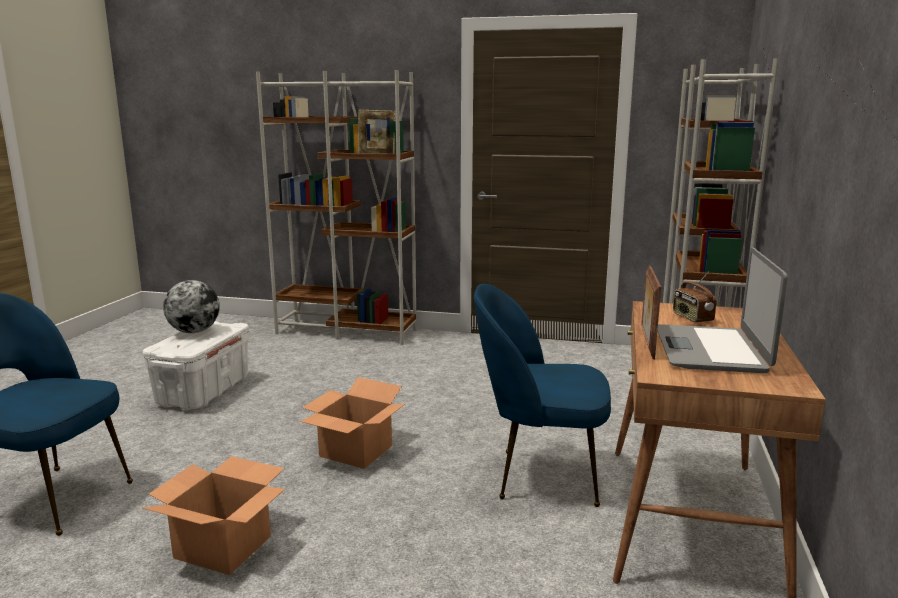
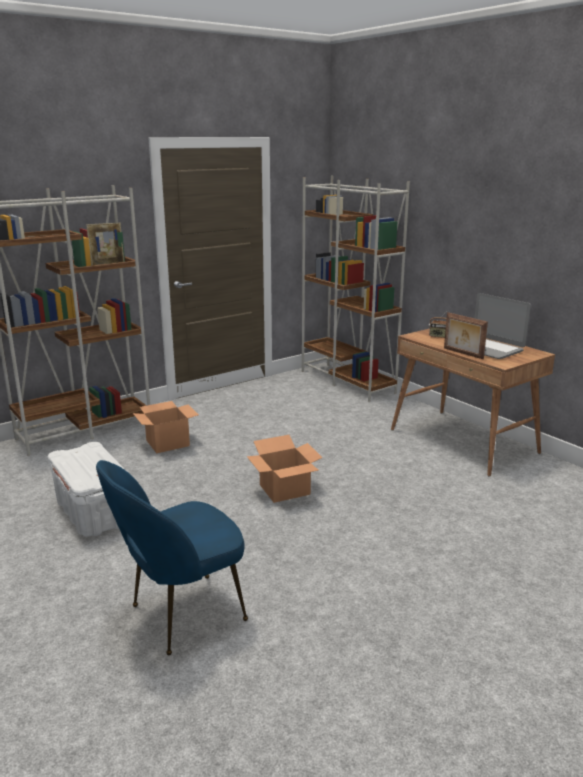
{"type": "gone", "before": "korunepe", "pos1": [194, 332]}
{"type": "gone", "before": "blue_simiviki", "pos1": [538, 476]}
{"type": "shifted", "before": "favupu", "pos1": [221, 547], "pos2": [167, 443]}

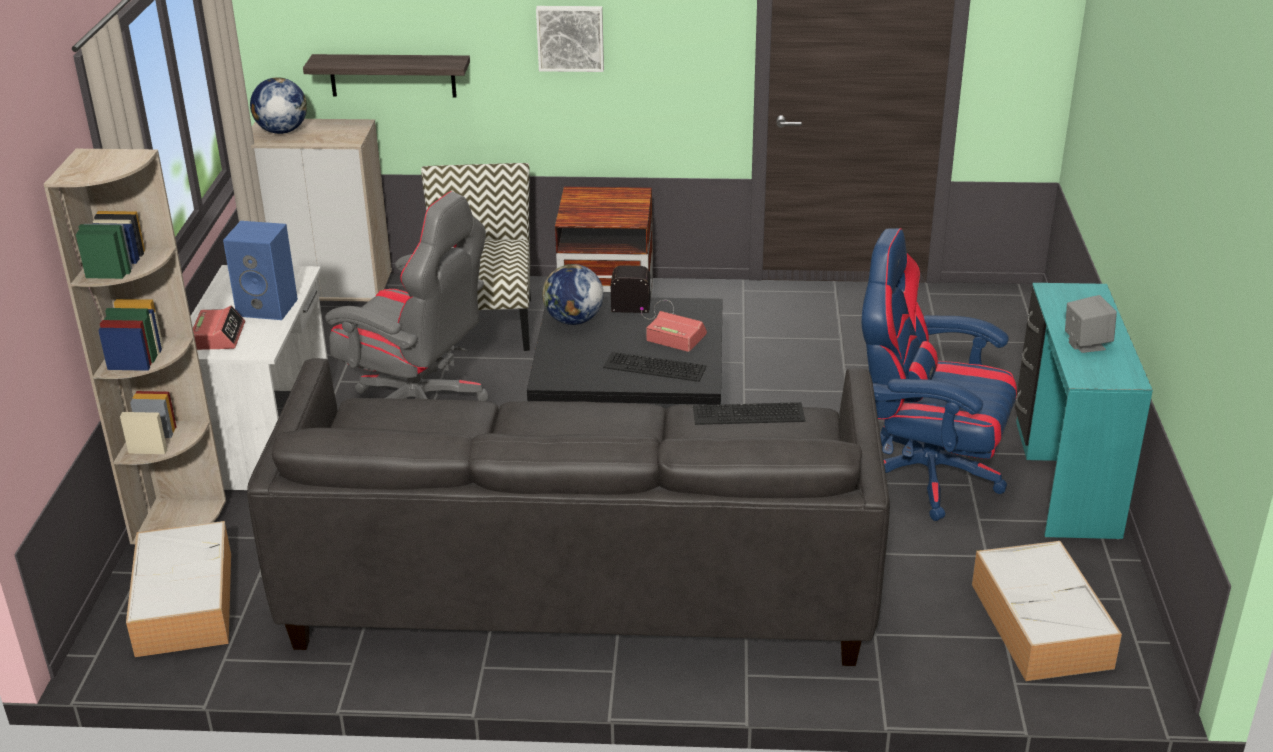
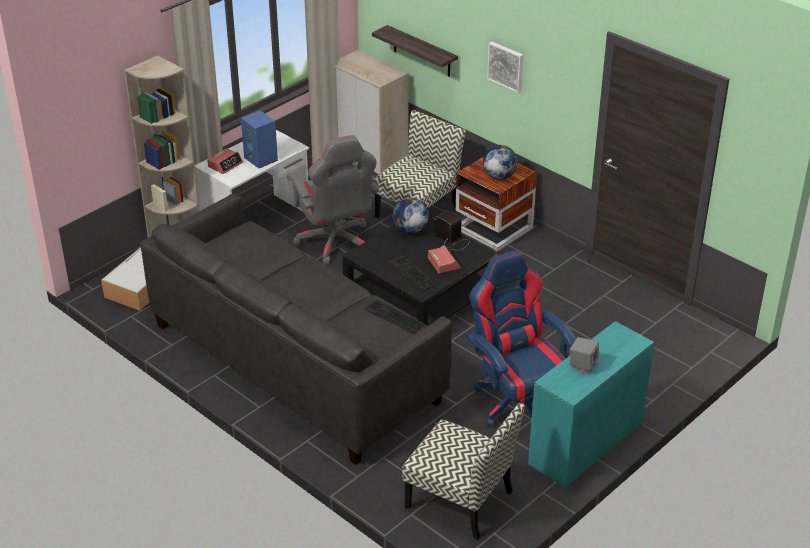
{"type": "shifted", "before": "korunepe", "pos1": [281, 131], "pos2": [499, 176]}
{"type": "swapped", "before": "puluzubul", "after": "simiviki", "pos1": [1042, 627], "pos2": [461, 500]}

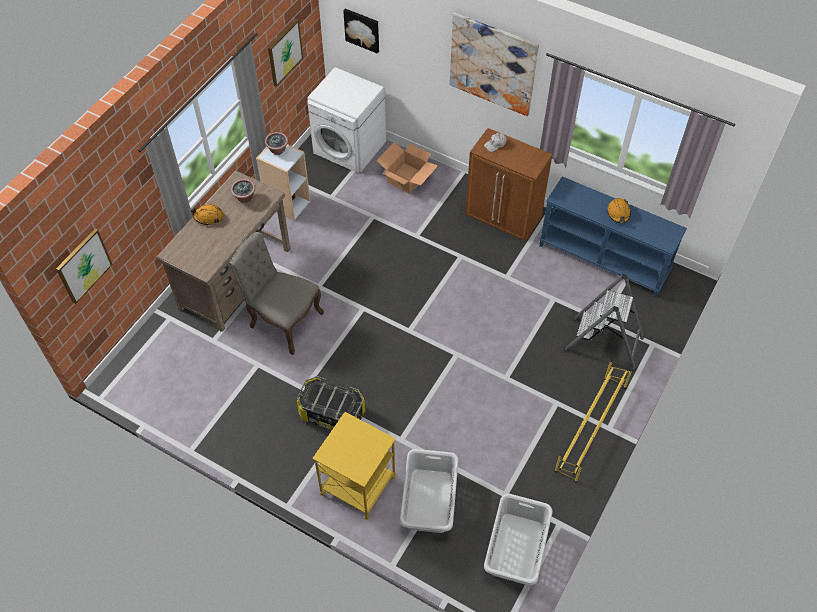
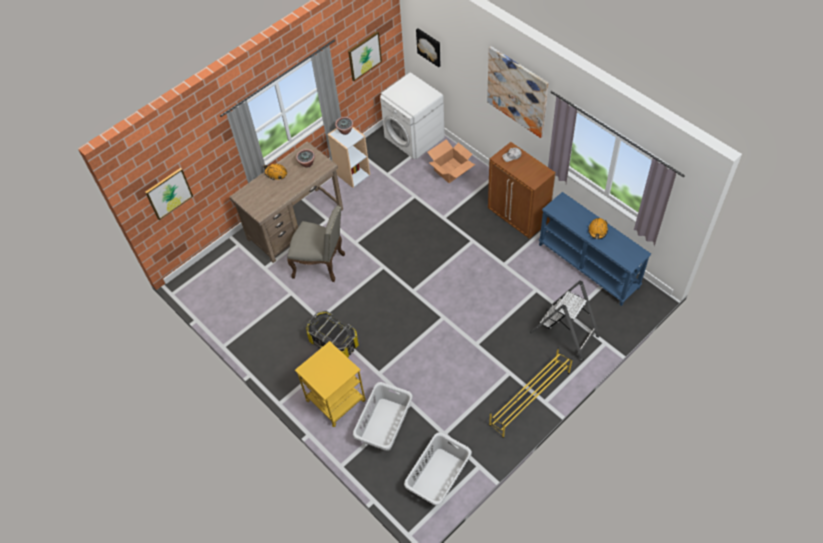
{"type": "rotated", "before": "grey_simiviki", "pos1": [284, 321], "pos2": [320, 264], "turn": 150}

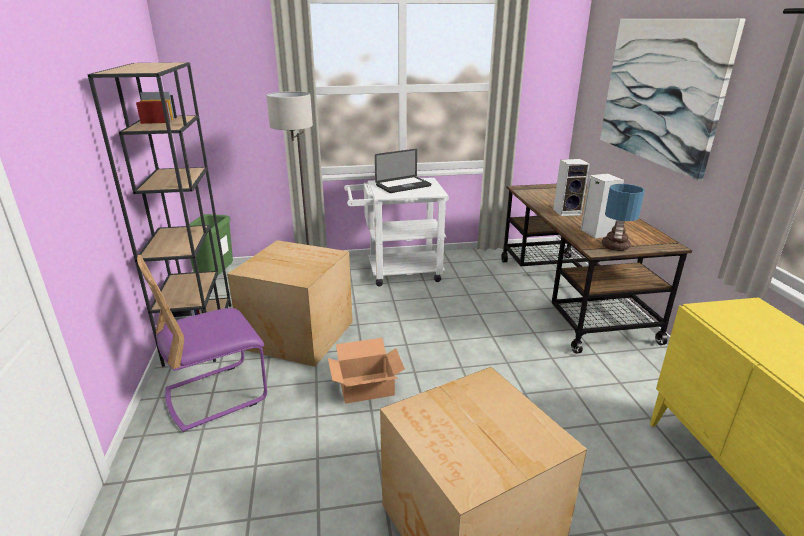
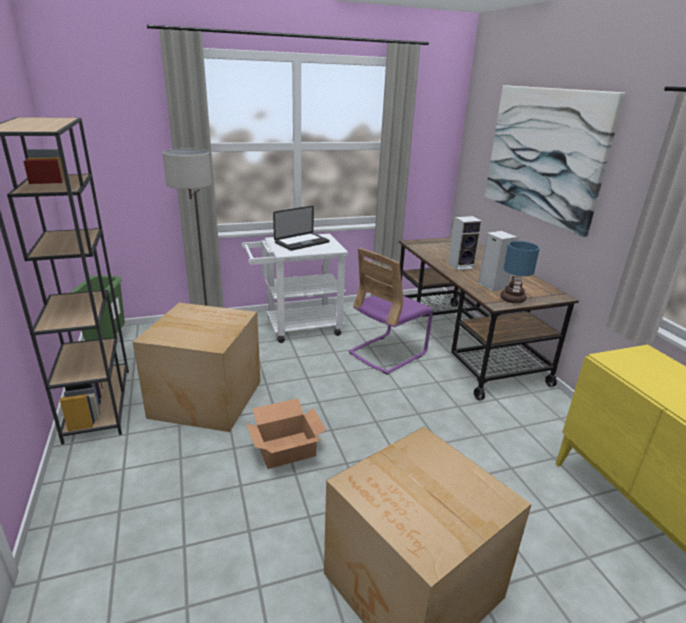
{"type": "shifted", "before": "purple_simiviki", "pos1": [216, 394], "pos2": [387, 353]}

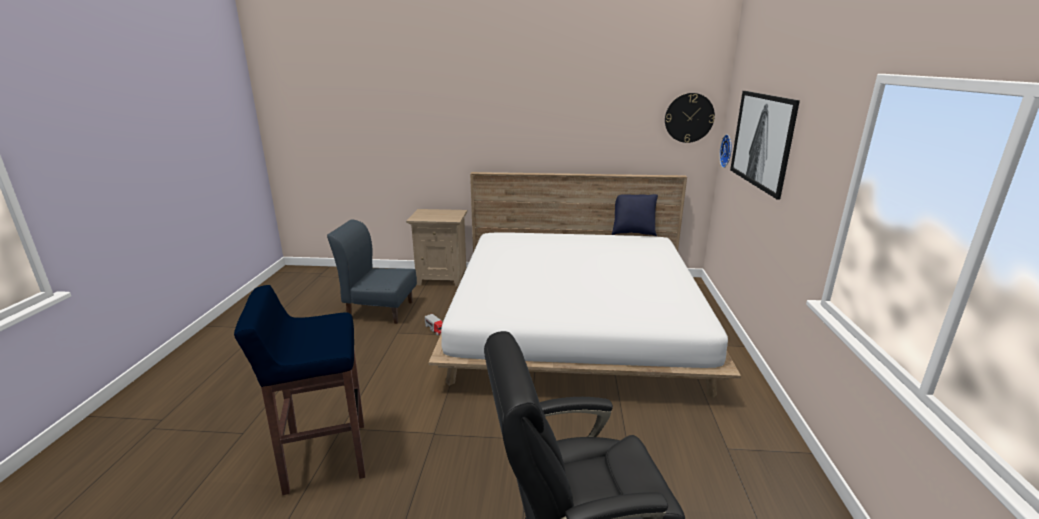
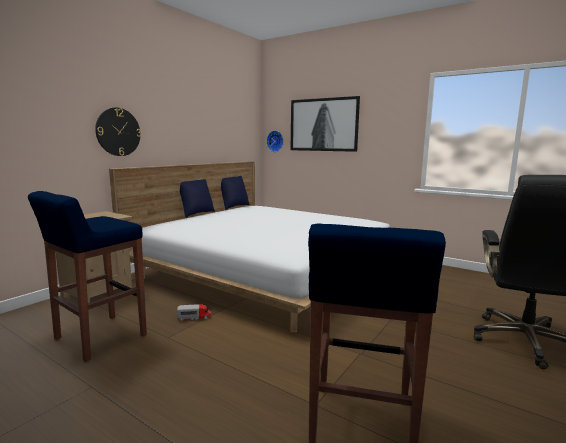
{"type": "new", "after": "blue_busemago", "pos2": [196, 214]}
{"type": "shifted", "before": "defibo", "pos1": [689, 118], "pos2": [118, 132]}
{"type": "swapped", "before": "blue_simiviki", "after": "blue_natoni", "pos1": [380, 310], "pos2": [99, 337]}

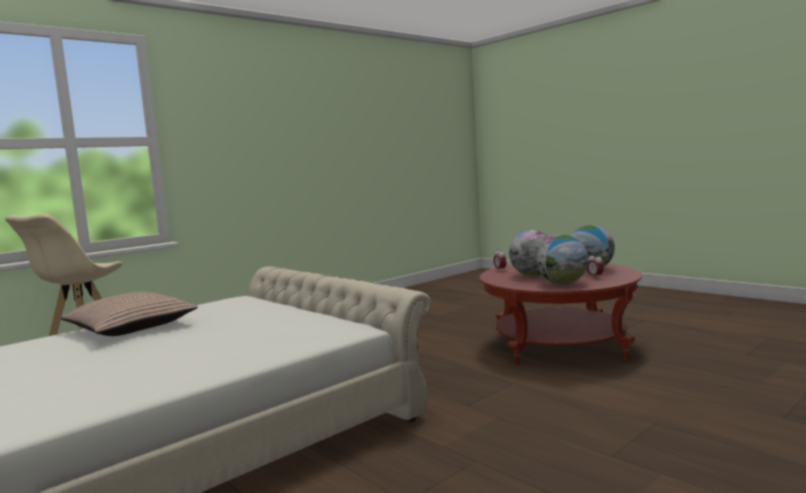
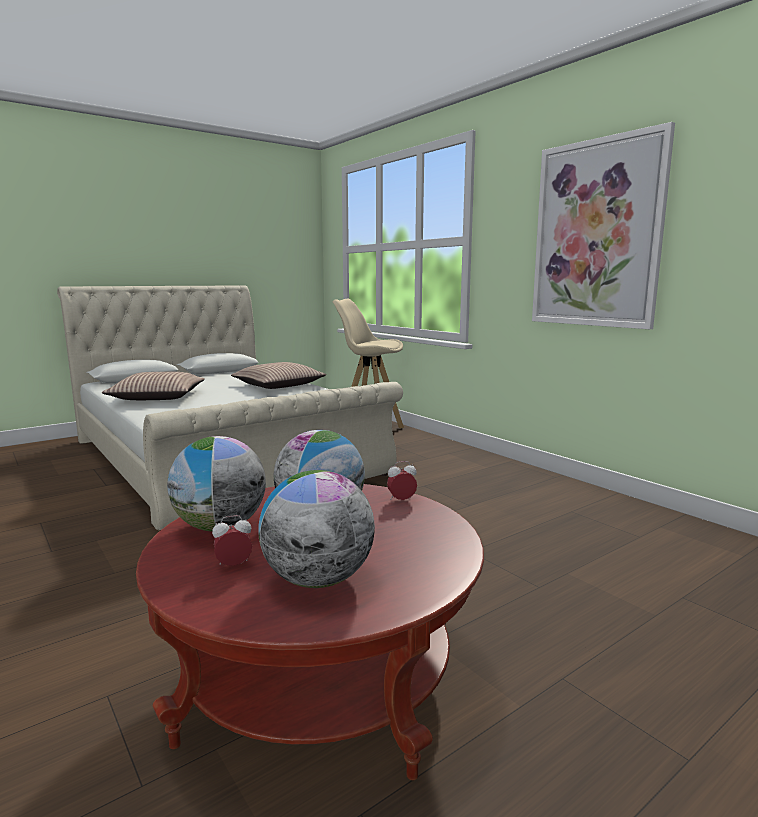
{"type": "new", "after": "busemago", "pos2": [158, 397]}
{"type": "new", "after": "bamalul", "pos2": [596, 234]}

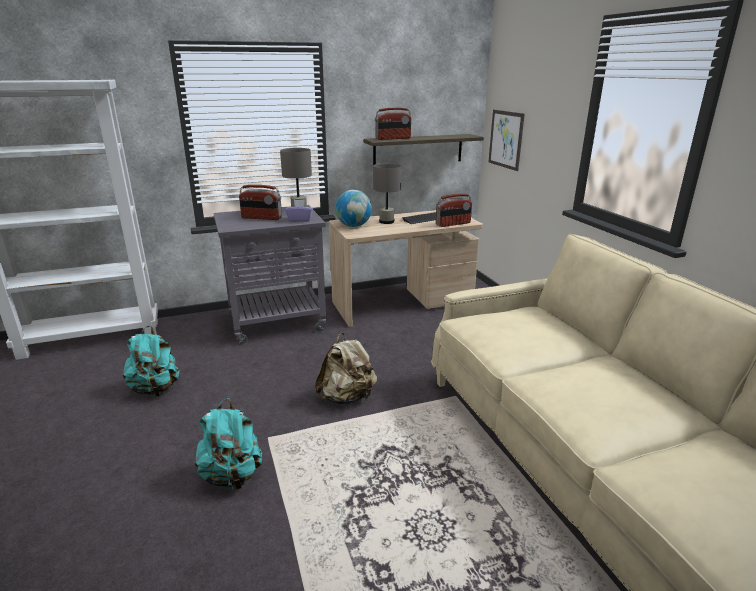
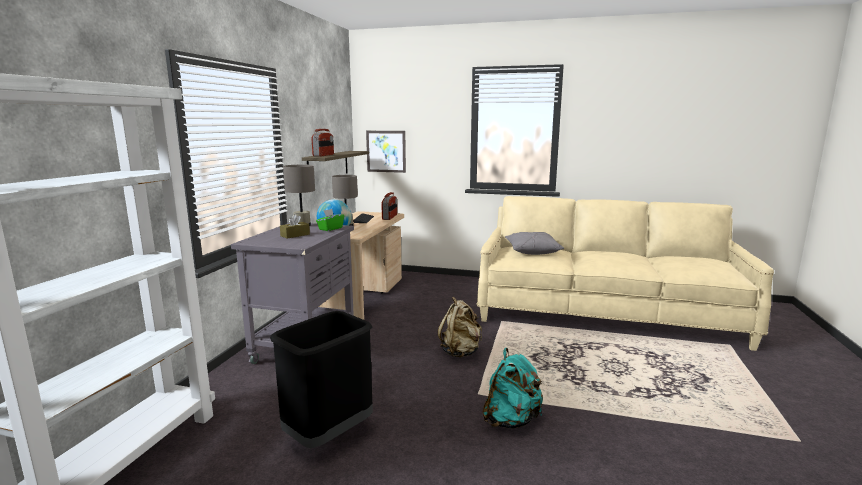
{"type": "new", "after": "grey_busemago", "pos2": [532, 251]}
{"type": "swapped", "before": "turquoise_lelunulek", "after": "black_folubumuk", "pos1": [156, 389], "pos2": [328, 434]}
{"type": "swapped", "before": "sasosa", "after": "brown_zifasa", "pos1": [261, 218], "pos2": [295, 235]}
{"type": "repainted", "before": "purple_zifasa", "after": "green_zifasa", "pos1": [300, 220], "pos2": [330, 228]}

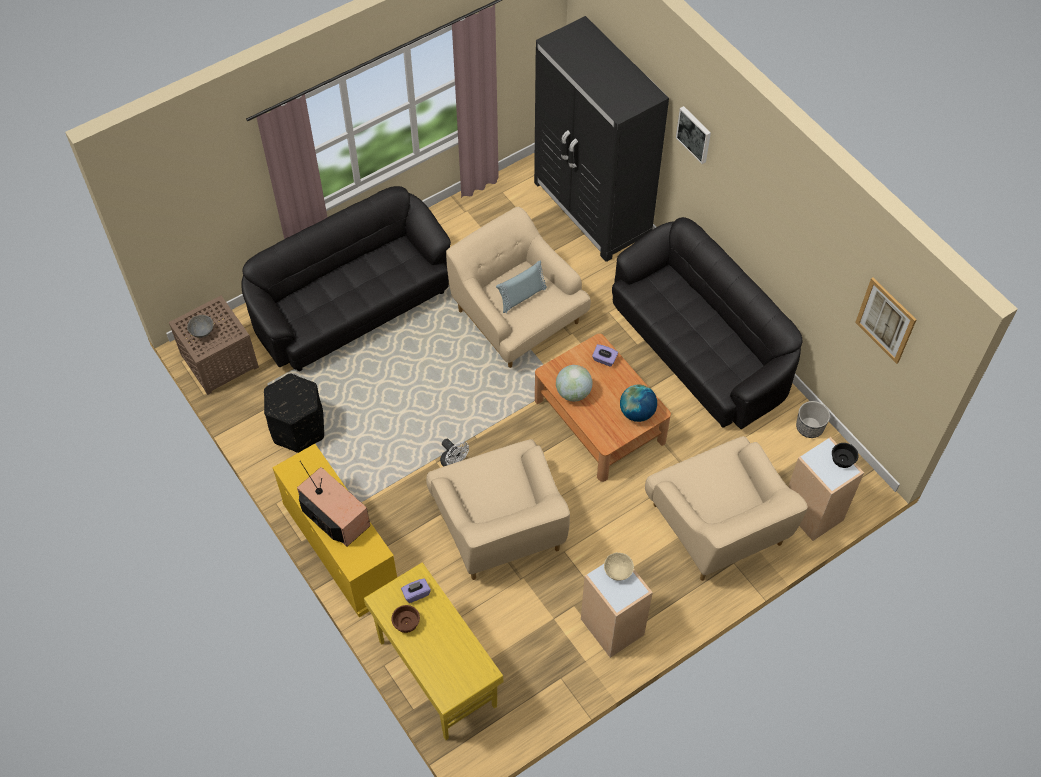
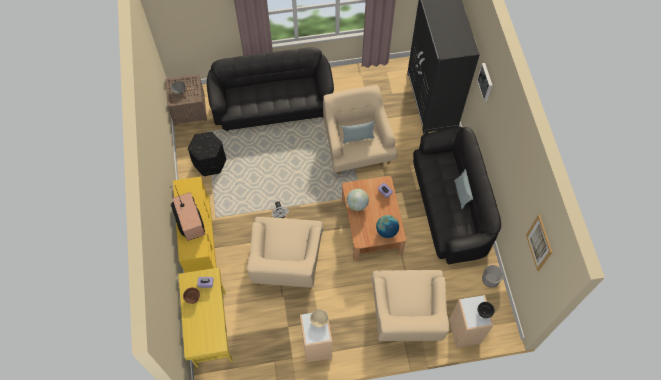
{"type": "new", "after": "blue_busemago", "pos2": [461, 194]}

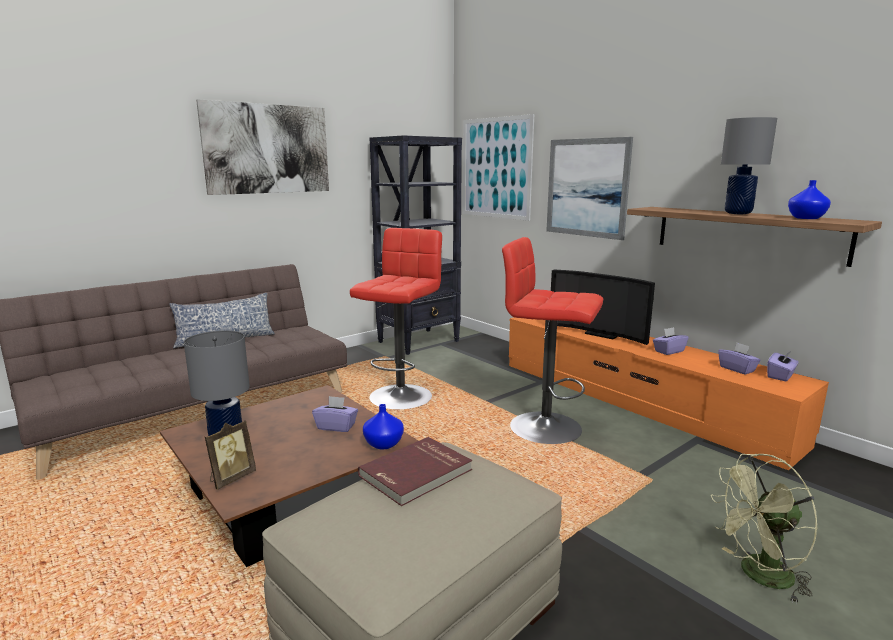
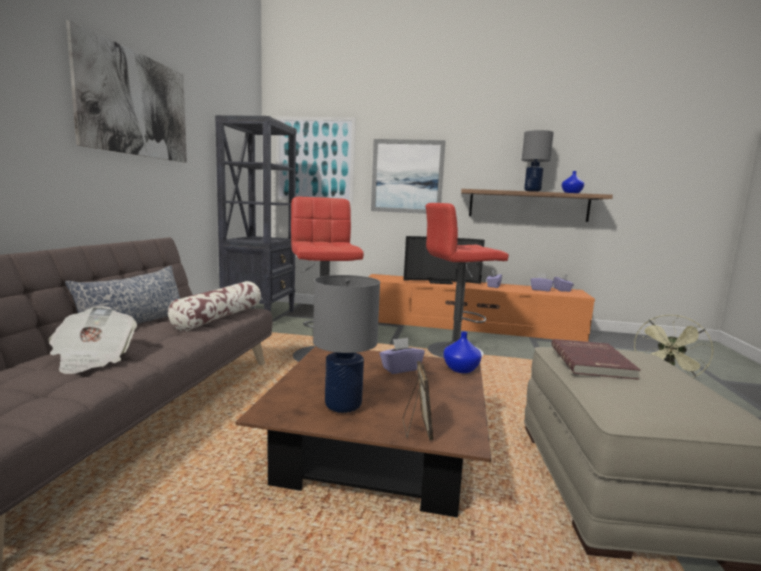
{"type": "new", "after": "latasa", "pos2": [93, 358]}
{"type": "new", "after": "busemago", "pos2": [219, 317]}

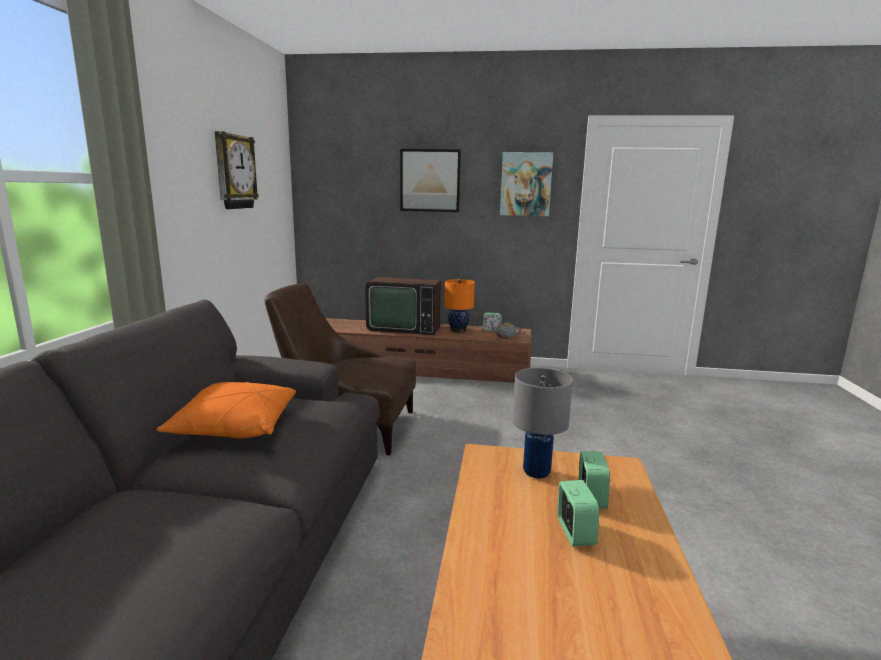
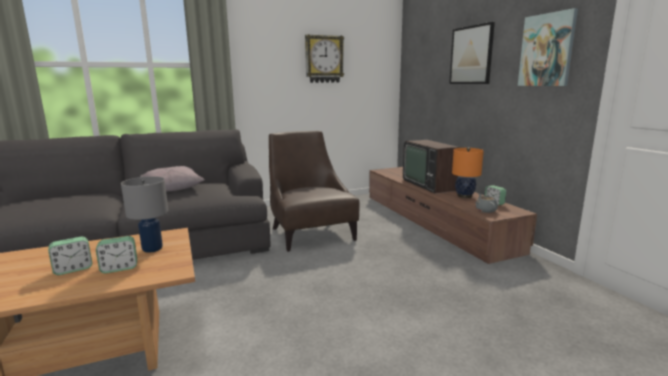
{"type": "repainted", "before": "orange_busemago", "after": "purple_busemago", "pos1": [234, 428], "pos2": [172, 188]}

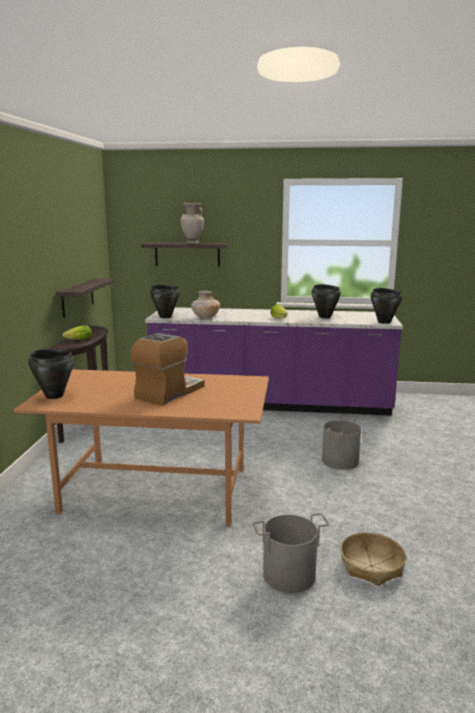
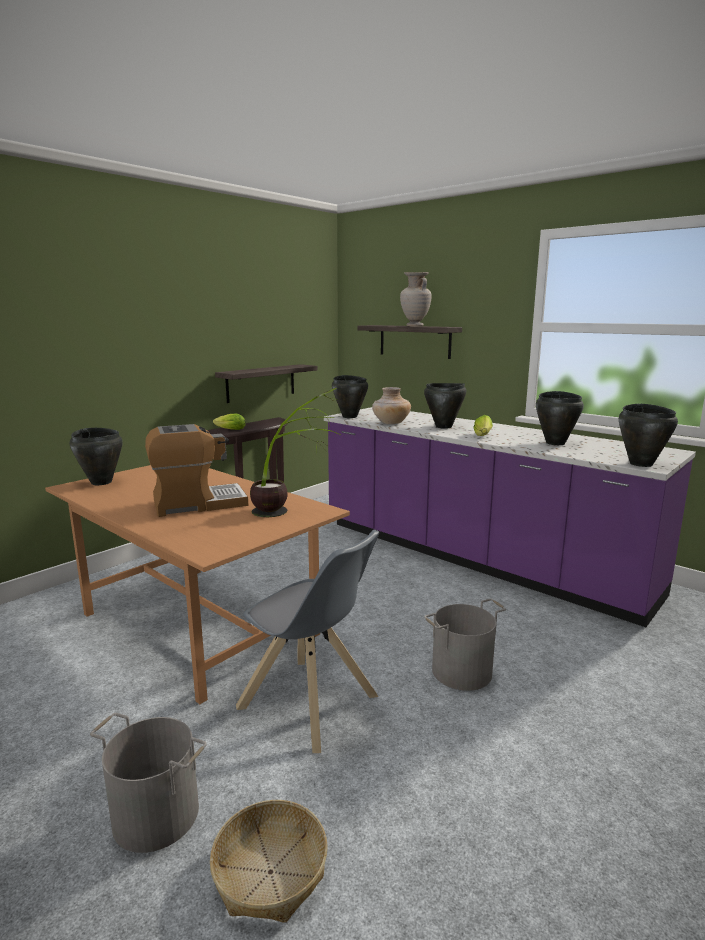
{"type": "new", "after": "grey_simiviki", "pos2": [311, 704]}
{"type": "new", "after": "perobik", "pos2": [291, 511]}
{"type": "new", "after": "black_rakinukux", "pos2": [444, 427]}

